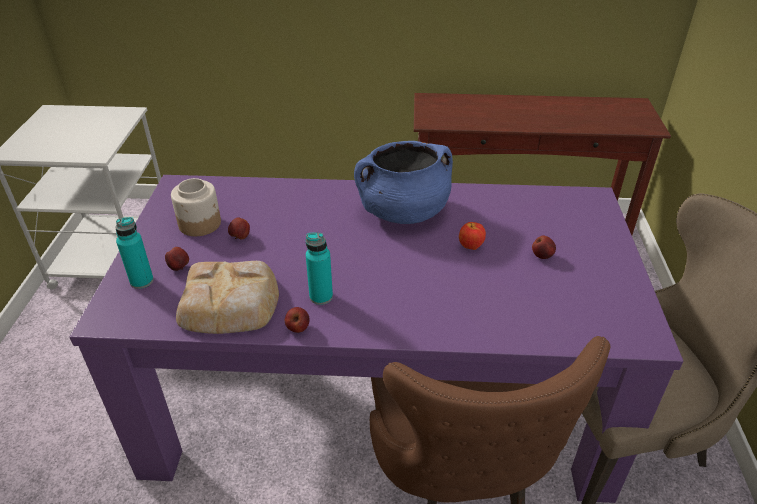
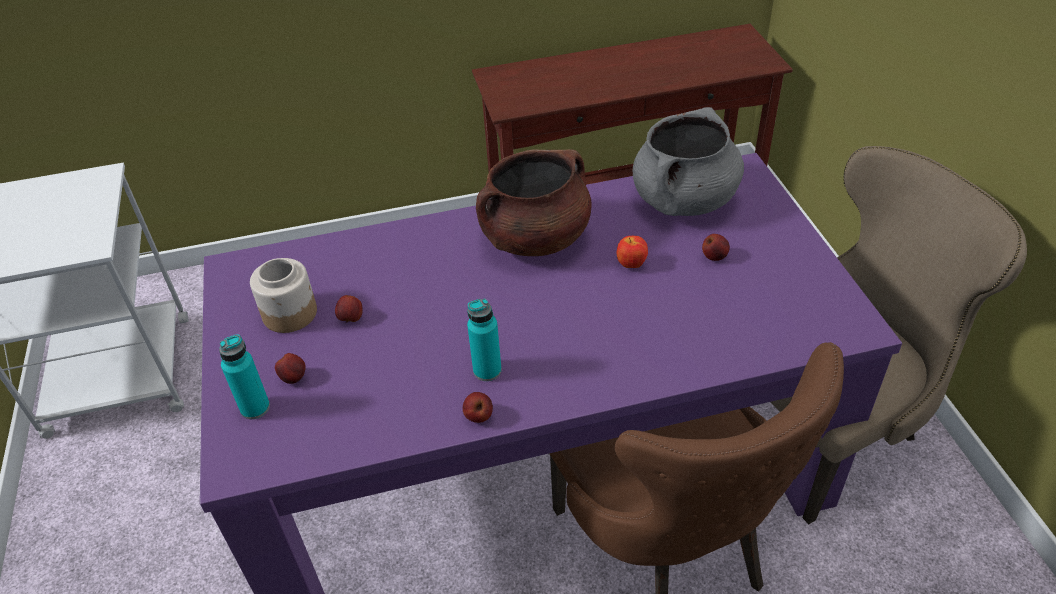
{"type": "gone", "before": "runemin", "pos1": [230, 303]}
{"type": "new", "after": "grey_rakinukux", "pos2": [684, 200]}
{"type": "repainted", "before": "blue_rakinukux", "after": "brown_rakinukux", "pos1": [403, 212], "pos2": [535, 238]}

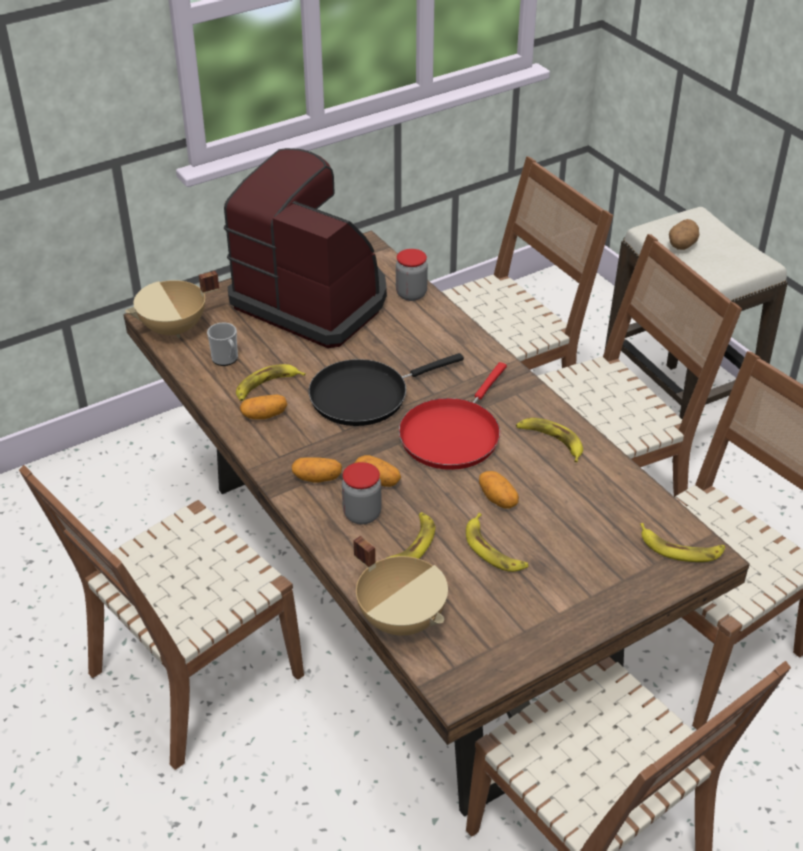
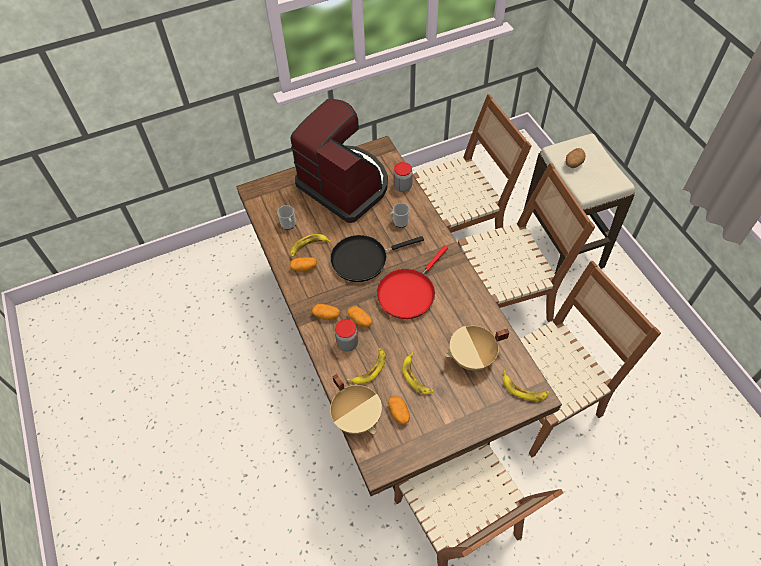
{"type": "gone", "before": "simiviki", "pos1": [188, 681]}
{"type": "gone", "before": "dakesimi", "pos1": [551, 441]}
{"type": "new", "after": "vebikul", "pos2": [399, 222]}
{"type": "shifted", "before": "beige_rakinukux", "pos1": [174, 329], "pos2": [472, 358]}
{"type": "shifted", "before": "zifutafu", "pos1": [498, 498], "pos2": [399, 413]}

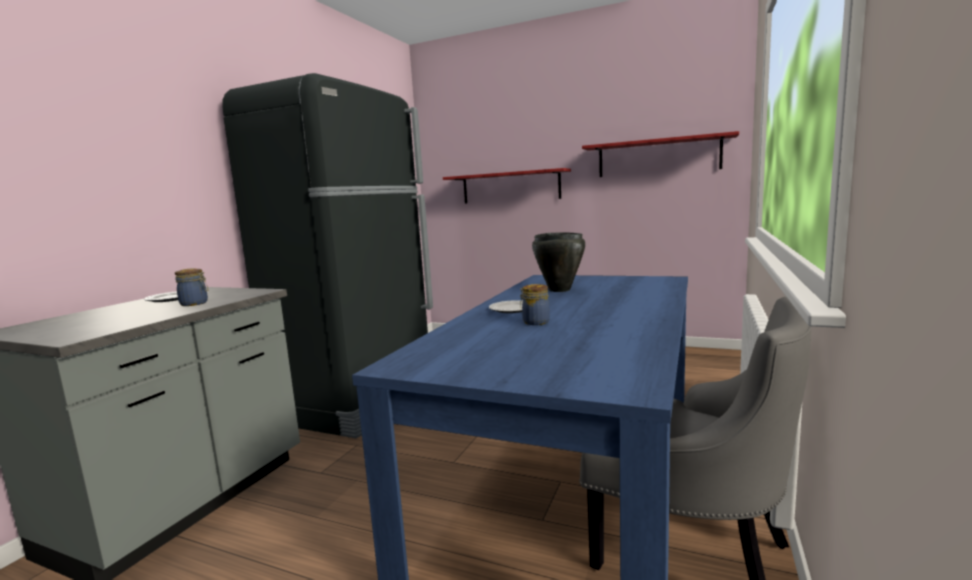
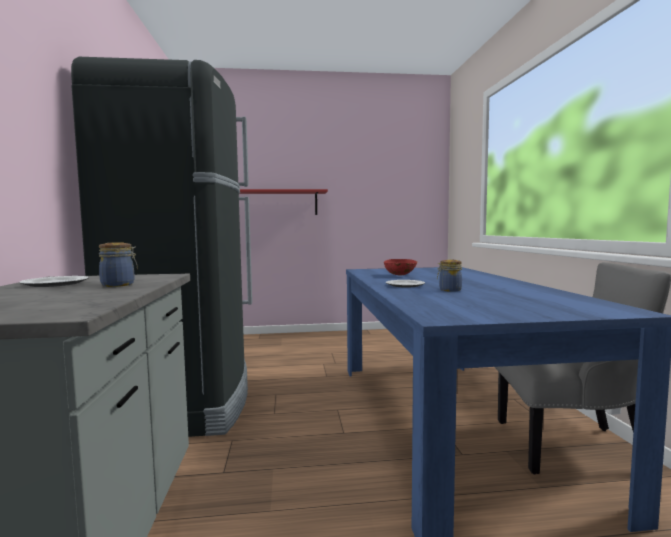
{"type": "gone", "before": "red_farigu", "pos1": [658, 157]}
{"type": "swapped", "before": "black_rakinukux", "after": "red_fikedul", "pos1": [559, 290], "pos2": [400, 275]}

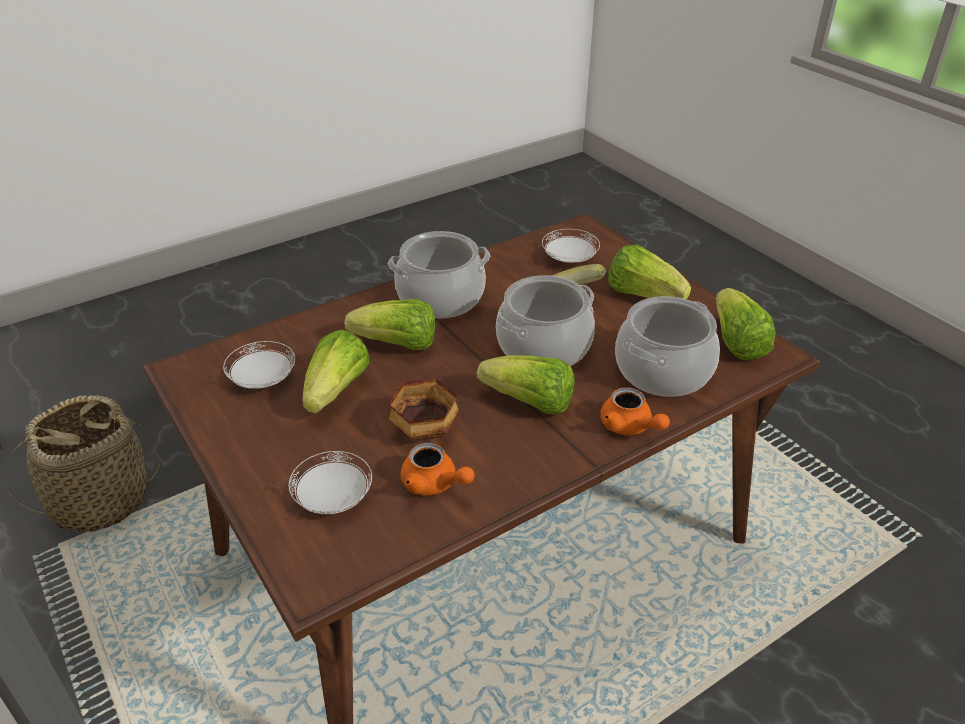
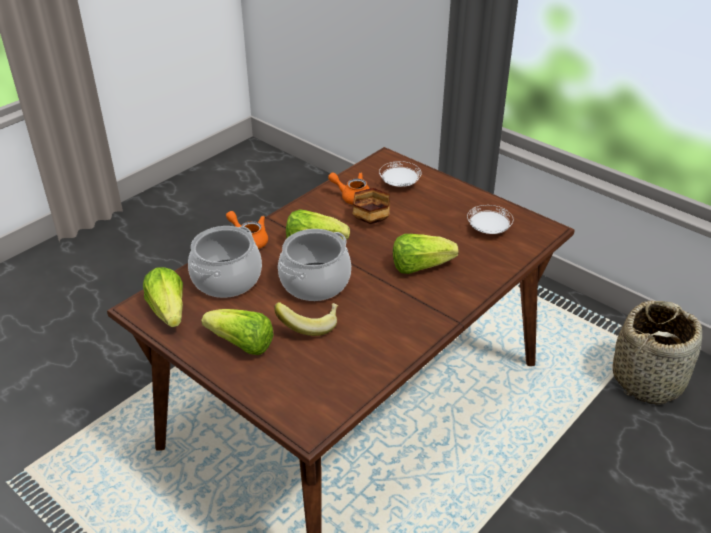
{"type": "gone", "before": "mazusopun", "pos1": [337, 391]}
{"type": "gone", "before": "rakinukux", "pos1": [440, 297]}
{"type": "gone", "before": "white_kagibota", "pos1": [569, 260]}

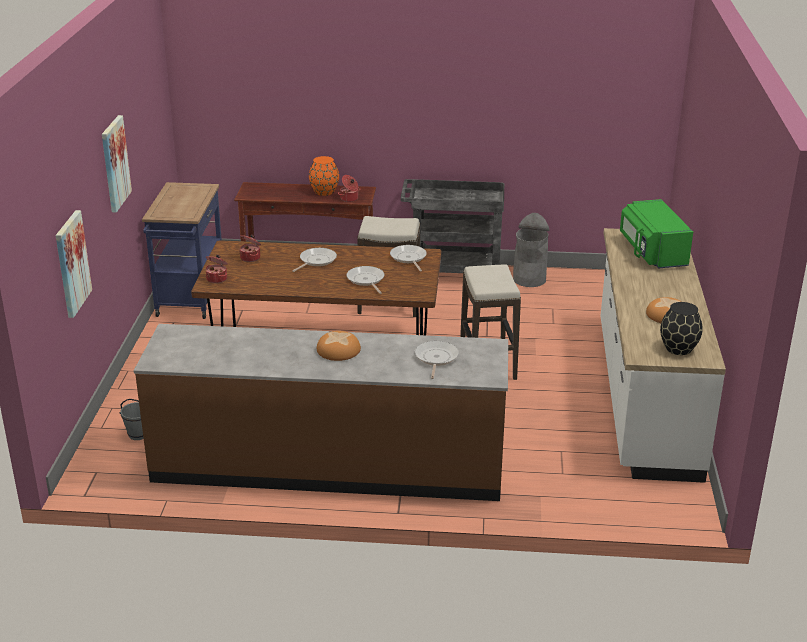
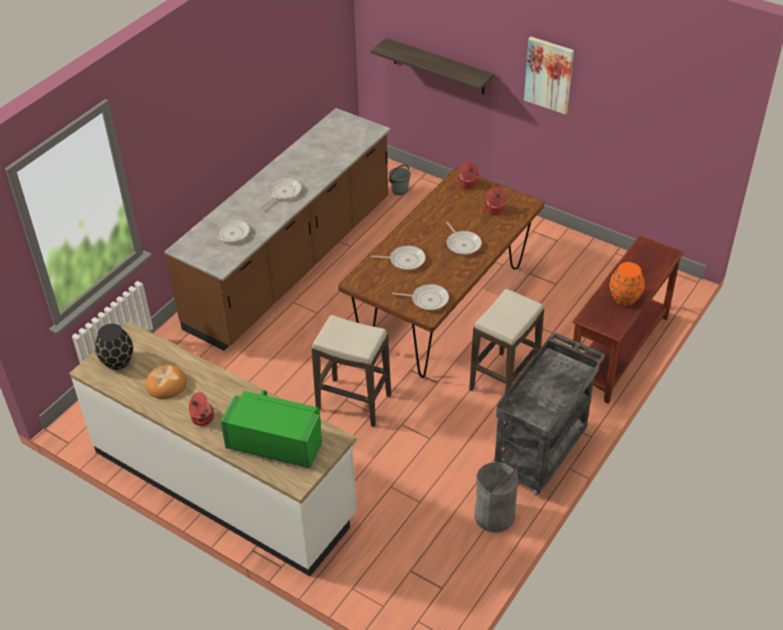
{"type": "gone", "before": "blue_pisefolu", "pos1": [190, 299]}
{"type": "shifted", "before": "rakinukux", "pos1": [349, 199], "pos2": [201, 418]}
{"type": "swapped", "before": "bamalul", "after": "farigu", "pos1": [72, 263], "pos2": [438, 66]}
{"type": "swapped", "before": "runemin", "after": "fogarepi", "pos1": [338, 350], "pos2": [282, 193]}

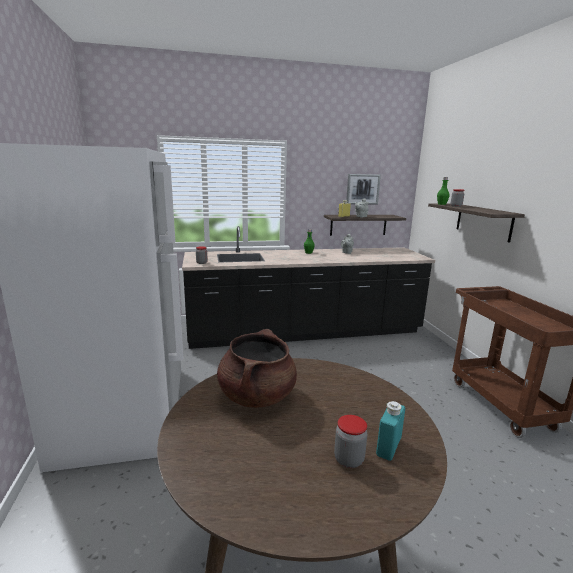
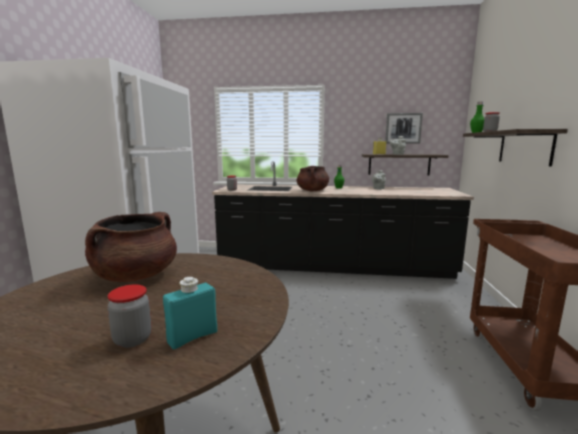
{"type": "new", "after": "brown_rakinukux", "pos2": [312, 191]}

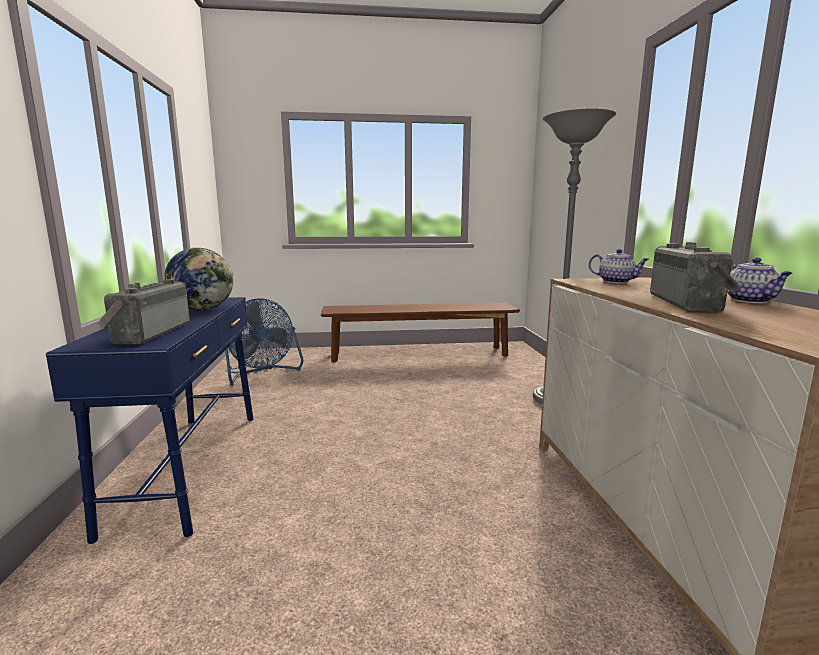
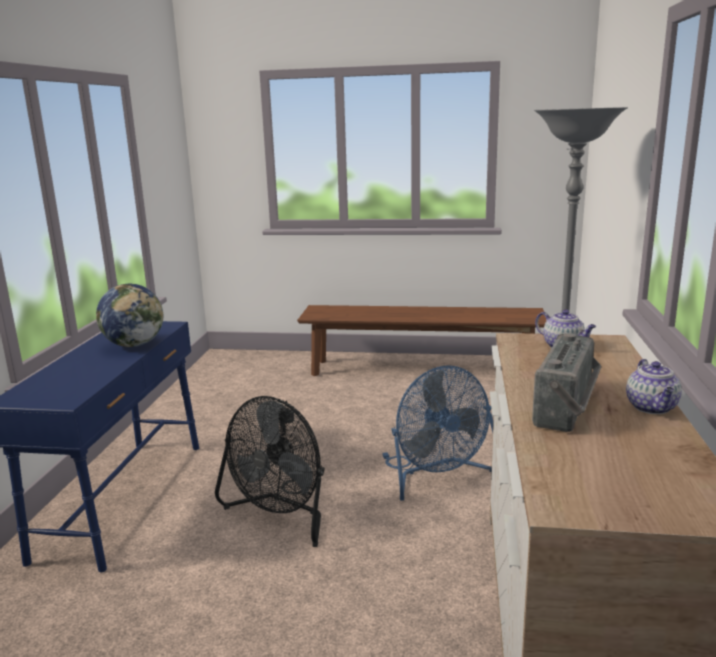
{"type": "gone", "before": "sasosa", "pos1": [149, 333]}
{"type": "new", "after": "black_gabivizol", "pos2": [281, 512]}
{"type": "shifted", "before": "blue_gabivizol", "pos1": [258, 374], "pos2": [433, 476]}

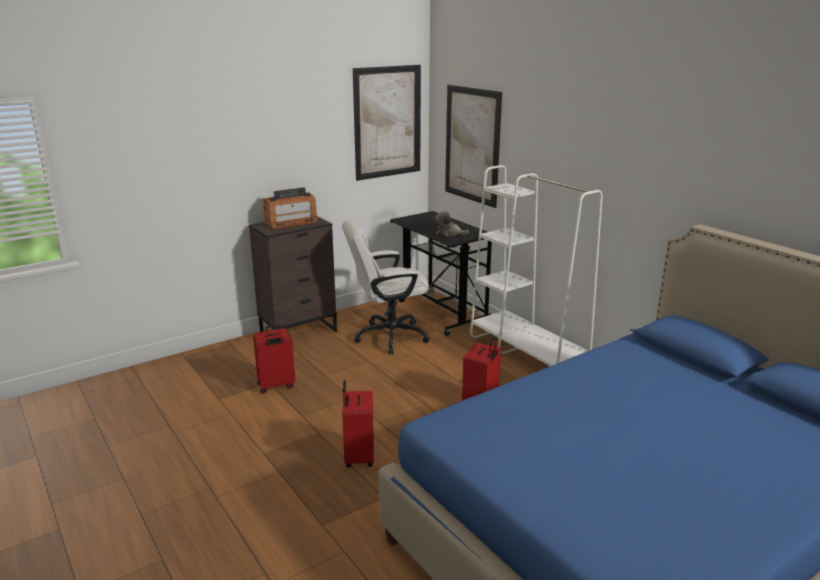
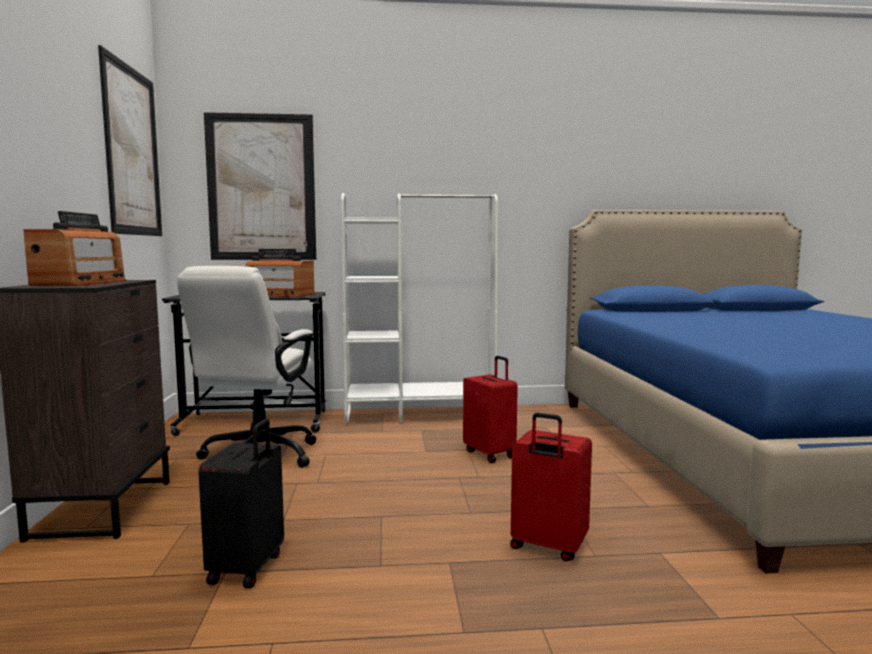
{"type": "swapped", "before": "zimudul", "after": "sasosa", "pos1": [449, 233], "pos2": [279, 295]}
{"type": "repainted", "before": "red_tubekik", "after": "black_tubekik", "pos1": [276, 386], "pos2": [248, 568]}

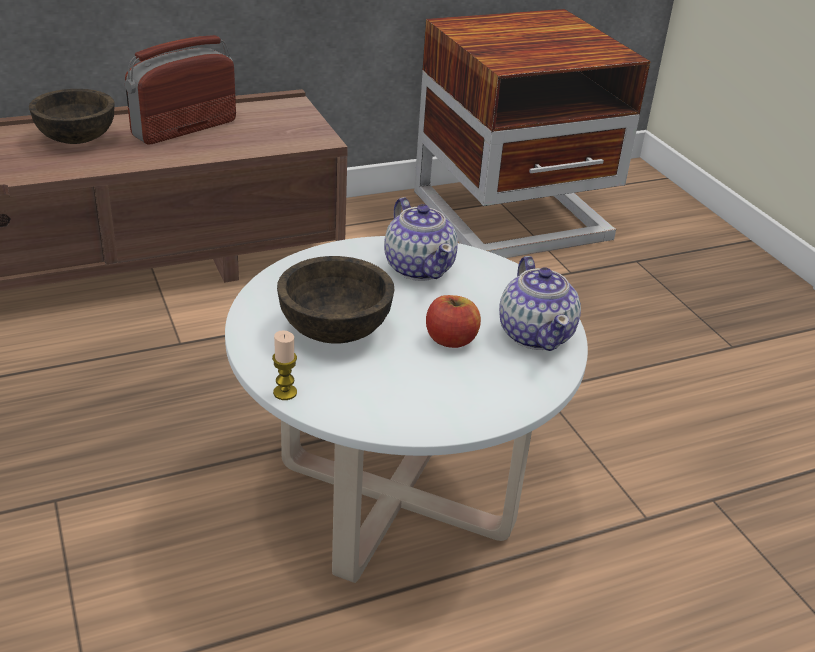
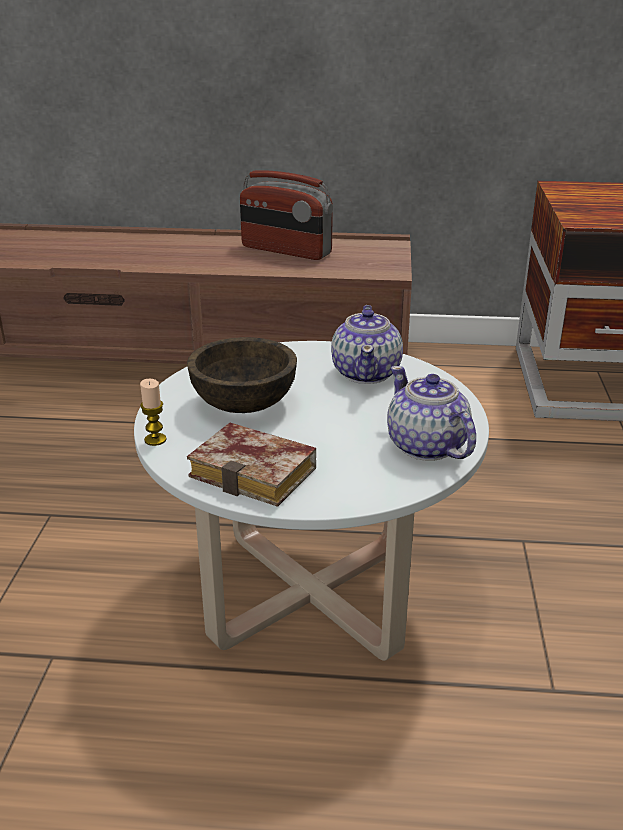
{"type": "gone", "before": "brown_fikedul", "pos1": [77, 138]}
{"type": "gone", "before": "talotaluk", "pos1": [451, 340]}
{"type": "new", "after": "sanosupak", "pos2": [259, 473]}
{"type": "rotated", "before": "sasosa", "pos1": [184, 128], "pos2": [285, 251], "turn": -135}
{"type": "rotated", "before": "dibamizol", "pos1": [536, 334], "pos2": [426, 447], "turn": 135}

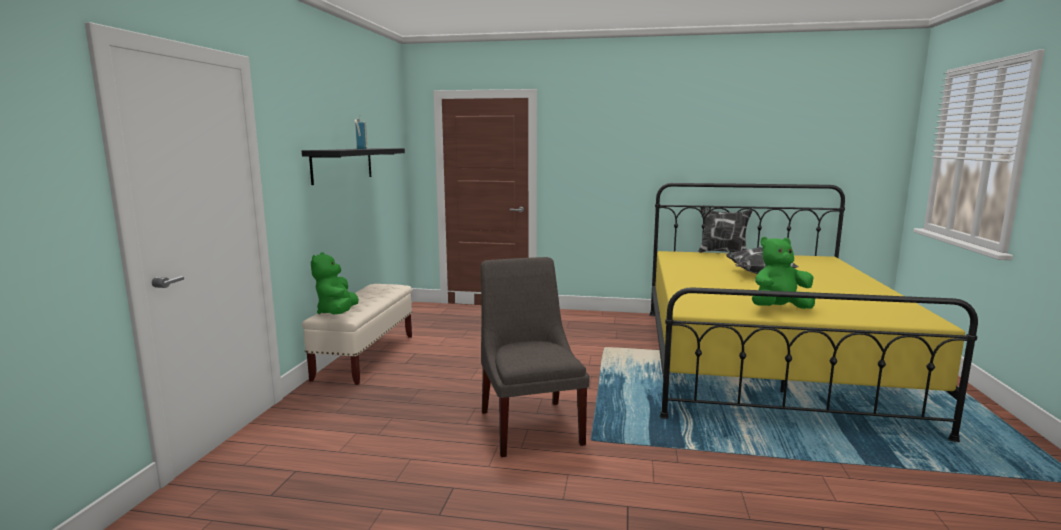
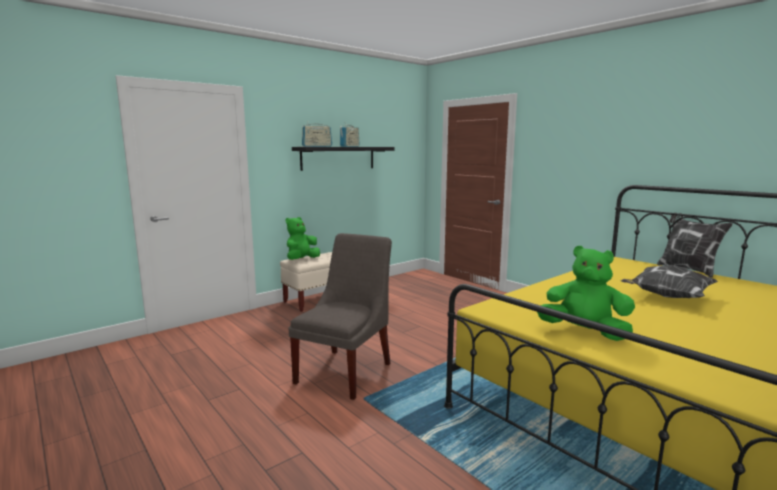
{"type": "new", "after": "sasosa", "pos2": [317, 146]}

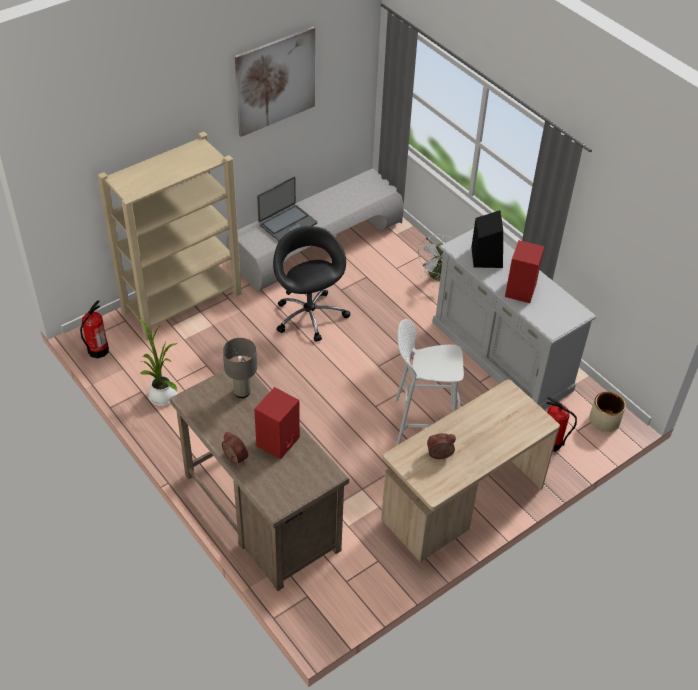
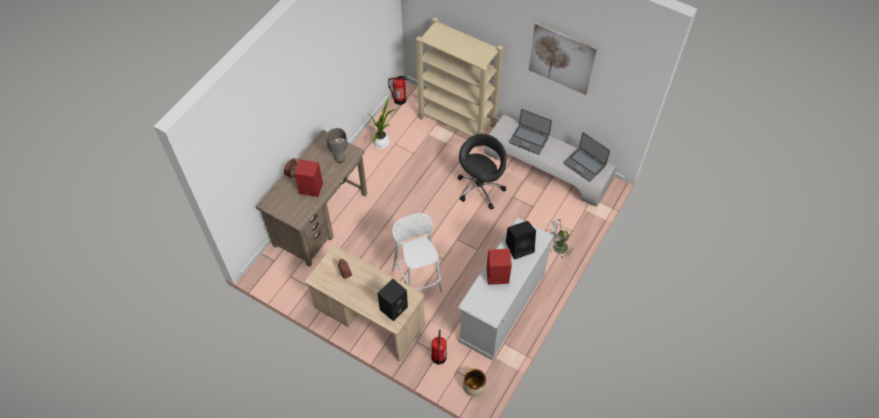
{"type": "new", "after": "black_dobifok", "pos2": [393, 307]}
{"type": "new", "after": "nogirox", "pos2": [584, 164]}

